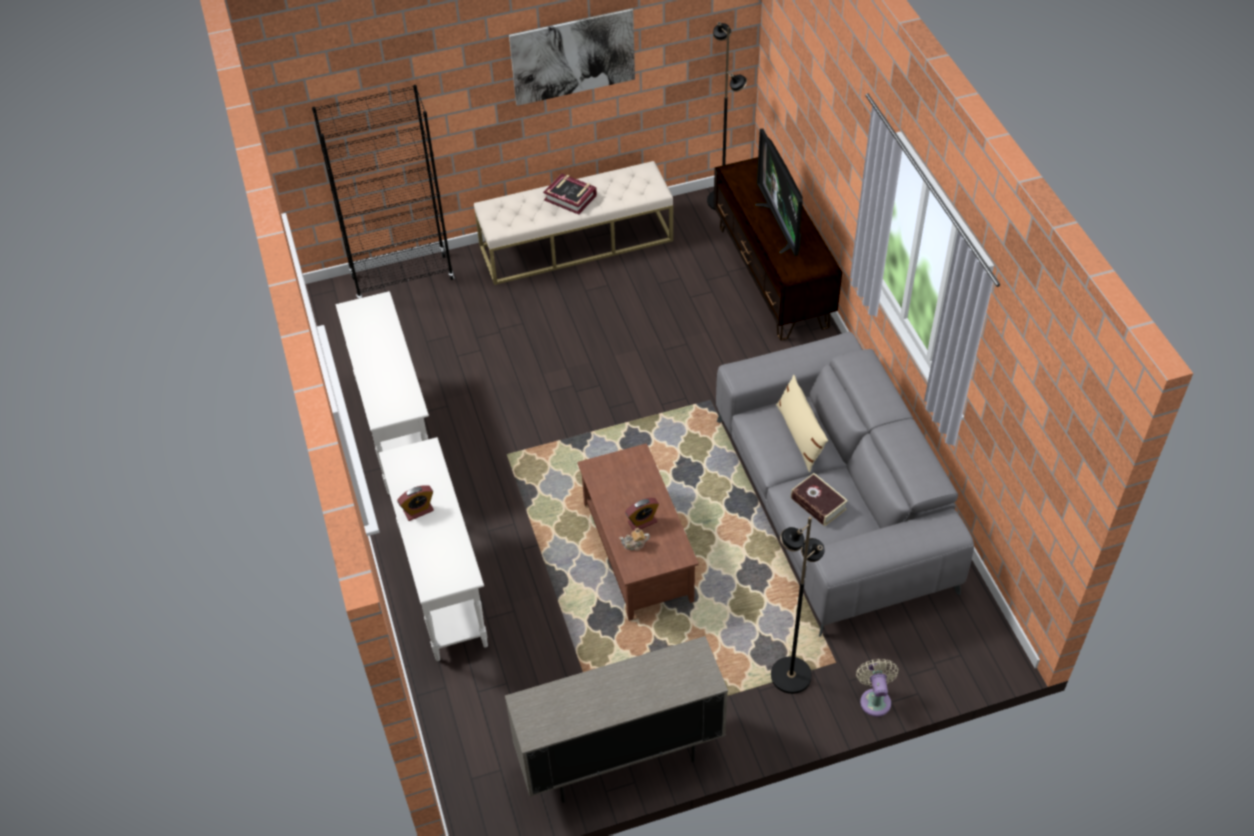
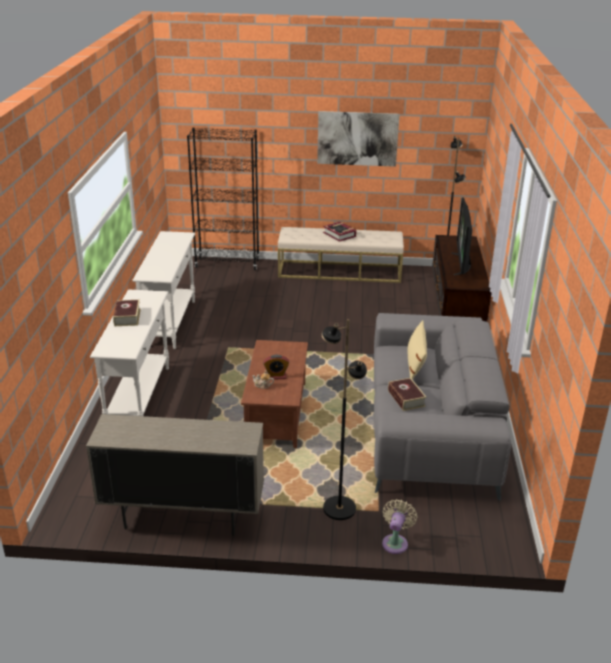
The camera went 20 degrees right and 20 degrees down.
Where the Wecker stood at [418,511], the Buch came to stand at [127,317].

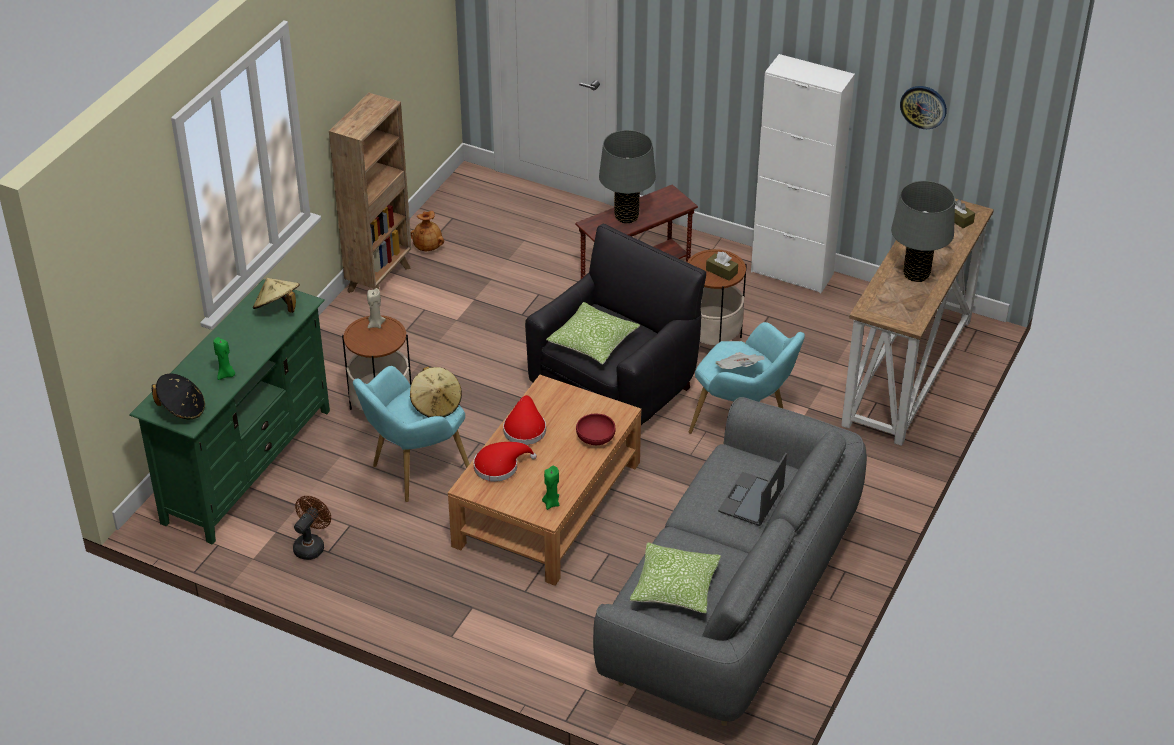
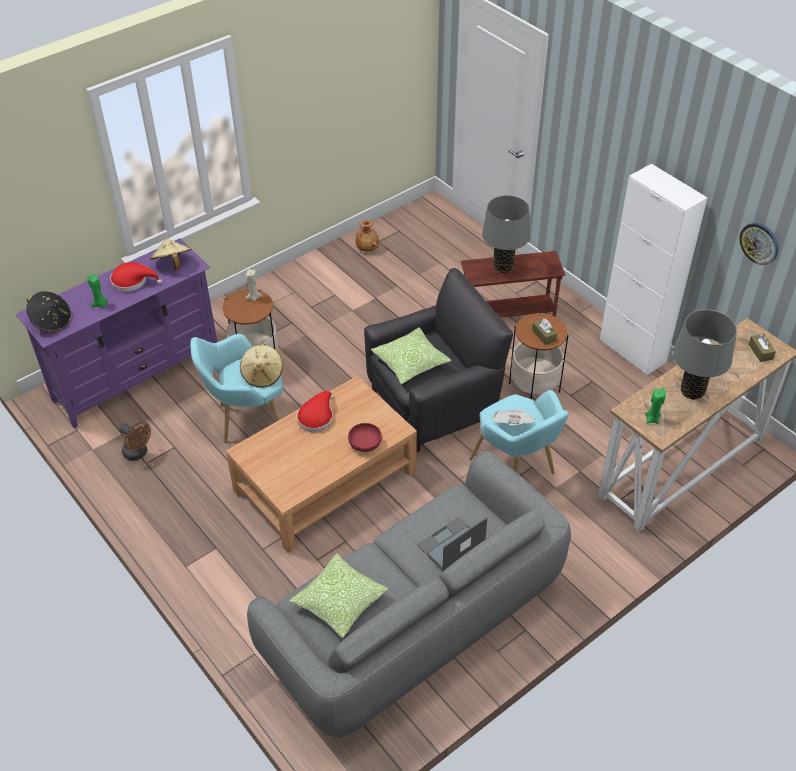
The camera went 25 degrees right and 5 degrees up.
The second view lost the Bücherregal [braun] at [380,278].
The Hut [rot] ended up elsewhere, having gone from [499,466] to [132,281].
The Kerze [grün] ended up elsewhere, having gone from [551,503] to [652,419].
What was the Fernsehschrank [grün] at [247,465] turned into the Fernsehschrank [lila] at [137,375].
The Ventilator [braun] at [311,545] ended up facing another way, 75 degrees clockwise from before.

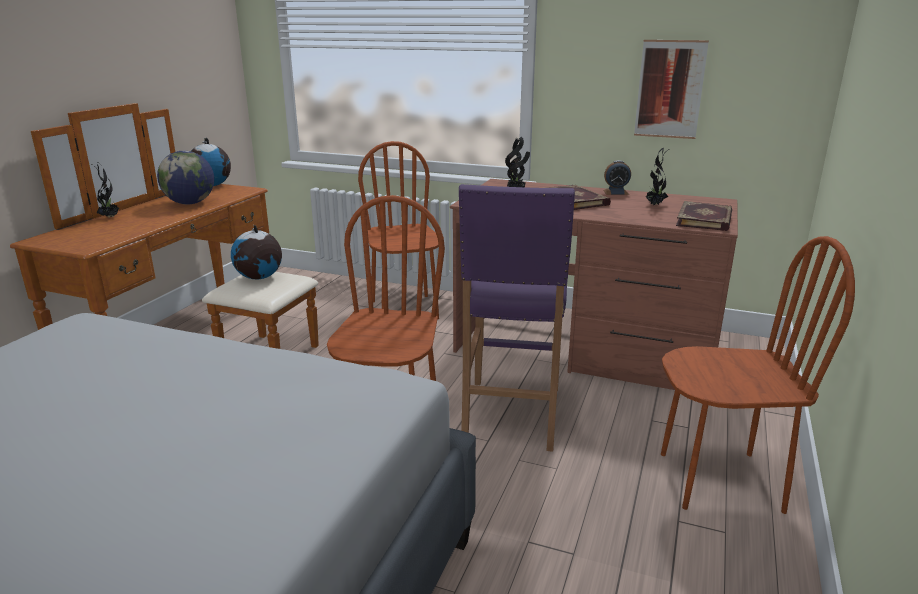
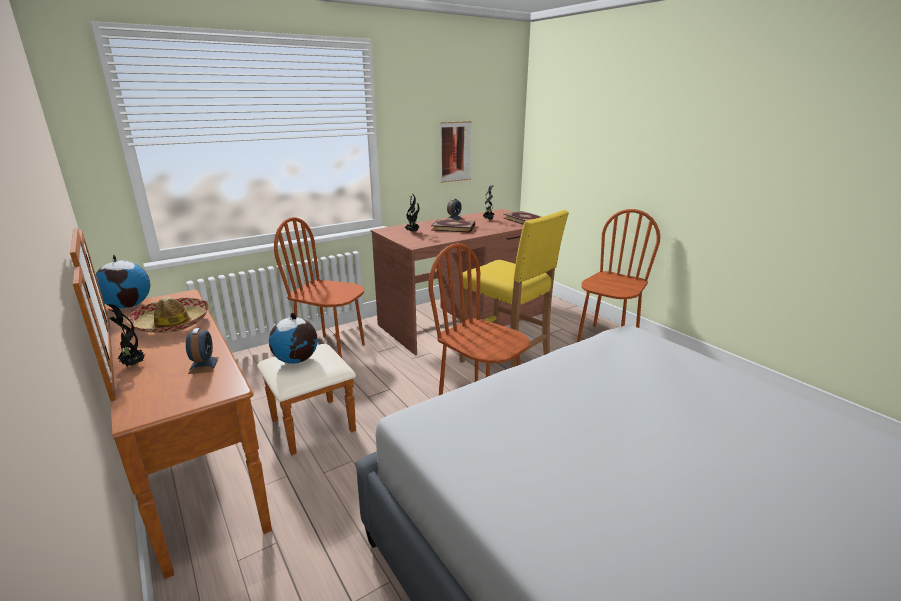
The camera went 55 degrees left and 0 degrees up.
The second view gained the Wecker at [203,365].
Where the Globus stood at [190,203], the Hut came to stand at [172,323].
What was the Hocker [lila] at [511,415] turned into the Hocker [gelb] at [506,364].

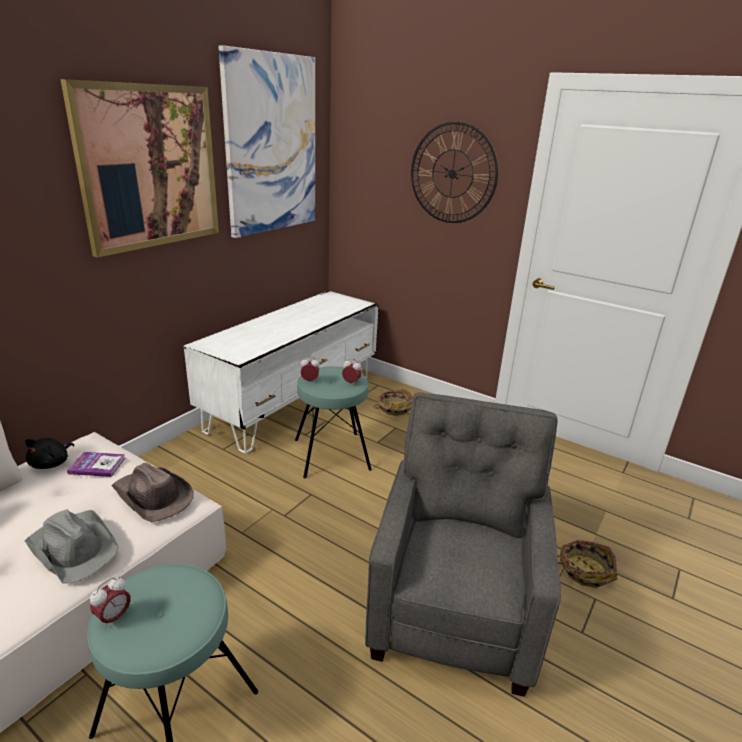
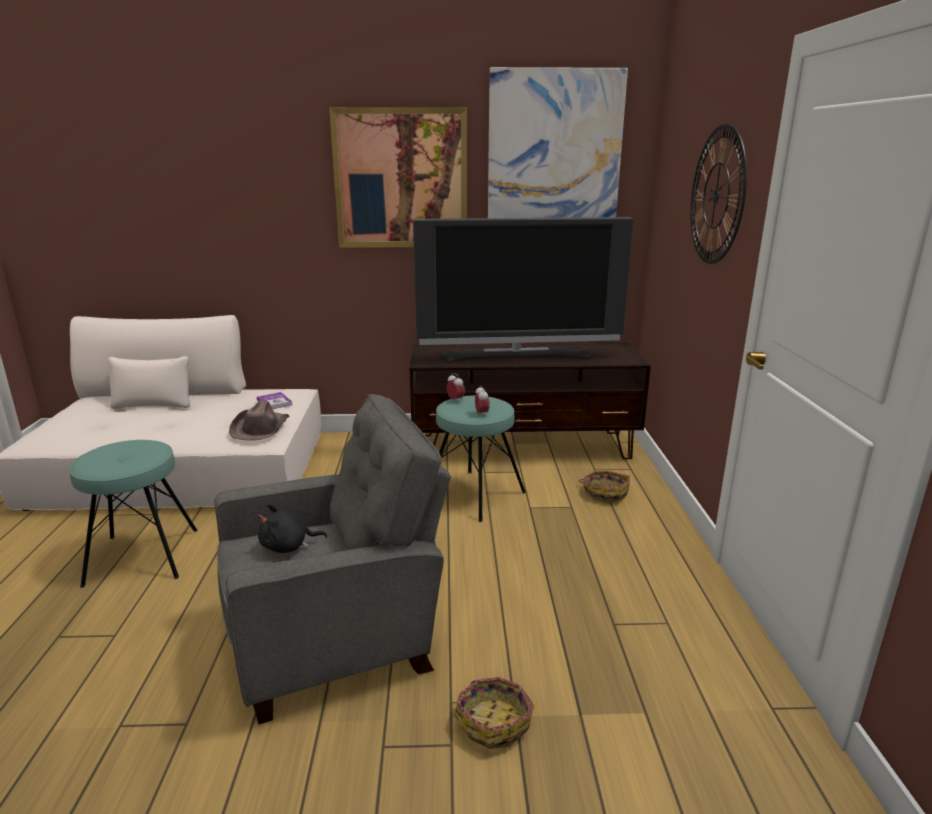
The camera went 55 degrees right and 5 degrees down.
The second view lost the Hut [grau] at [74,547].
The second view lost the Wecker at [114,617].
The second view gained the Fernseher at [518,355].
The Plüschtier [schwarz] ended up elsewhere, having gone from [52,463] to [288,546].
What was the Fernsehschrank [weiß] at [294,402] turned into the Fernsehschrank [braun] at [523,447].

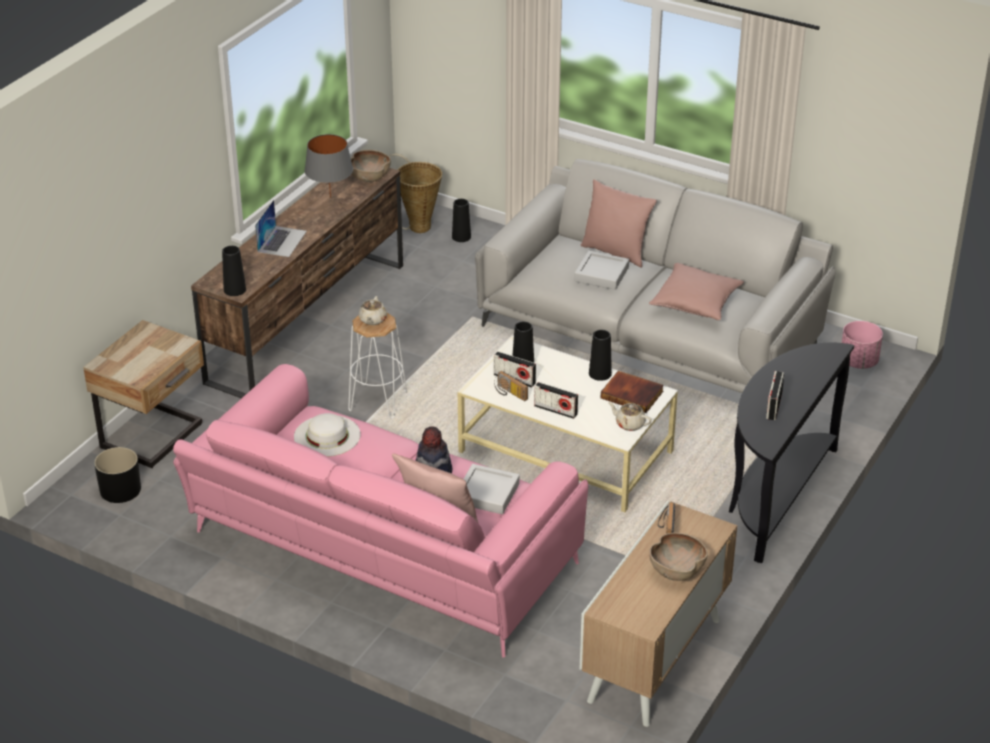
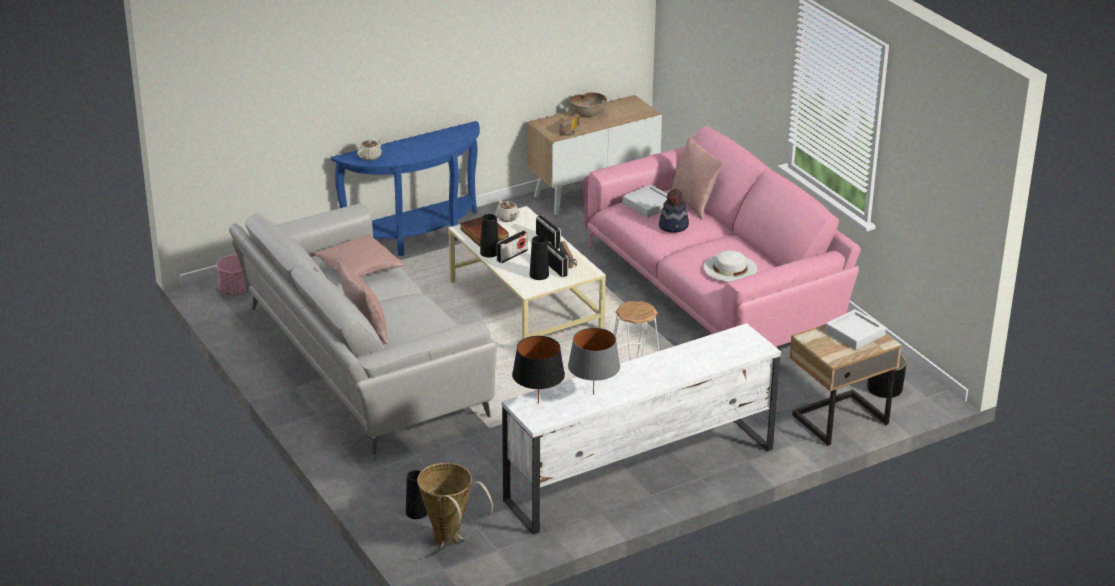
The camera went 150 degrees left and 5 degrees down.
The second view lost the Vase [schwarz] at [234,290].
The second view lost the Laptop at [282,241].
The Teekanne [beige] ended up elsewhere, having gone from [372,320] to [370,156].
The Tablett [grau] ended up elsewhere, having gone from [601,274] to [854,333].
The Radio ended up elsewhere, having gone from [774,406] to [512,255].
Where the Schüssel [braun] stood at [369,177], the Tischlampe [schwarz] came to stand at [538,403].
What was the Fernsehschrank [braun] at [308,322] turned into the Fernsehschrank [weiß] at [639,474].
What was the Konsolentisch [schwarz] at [775,496] turned into the Konsolentisch [blau] at [417,237].

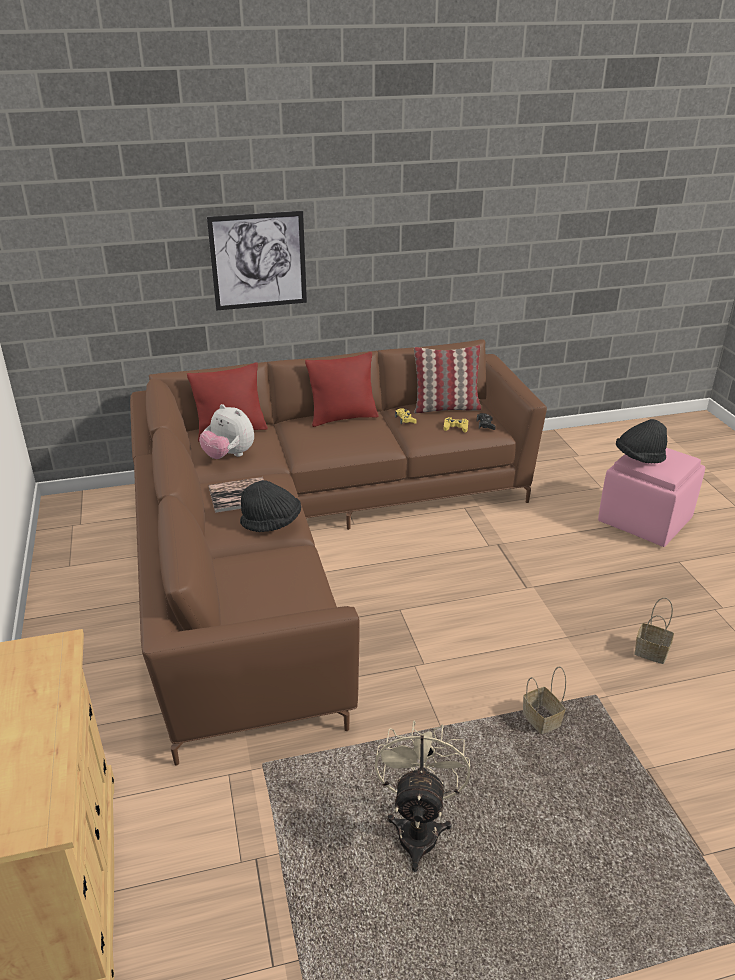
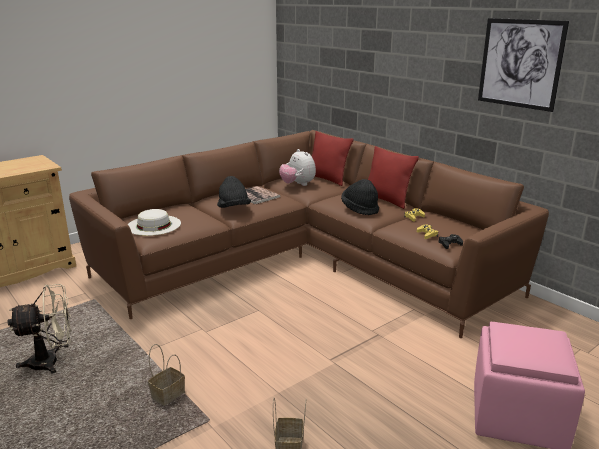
The camera went 65 degrees right and 10 degrees down.
The second view lost the Kissen at [446,408].
The second view gained the Hut [weiß] at [153,225].
The Bild ended up elsewhere, having gone from [258,261] to [520,63].
The Hut [schwarz] ended up elsewhere, having gone from [639,458] to [360,209].
The Plüschtier at [229,456] ended up facing another way, 45 degrees counterclockwise from before.

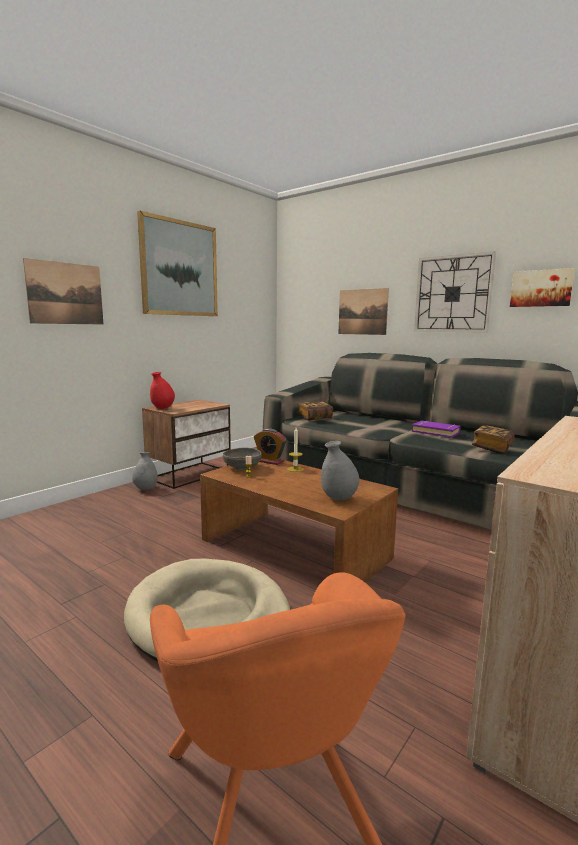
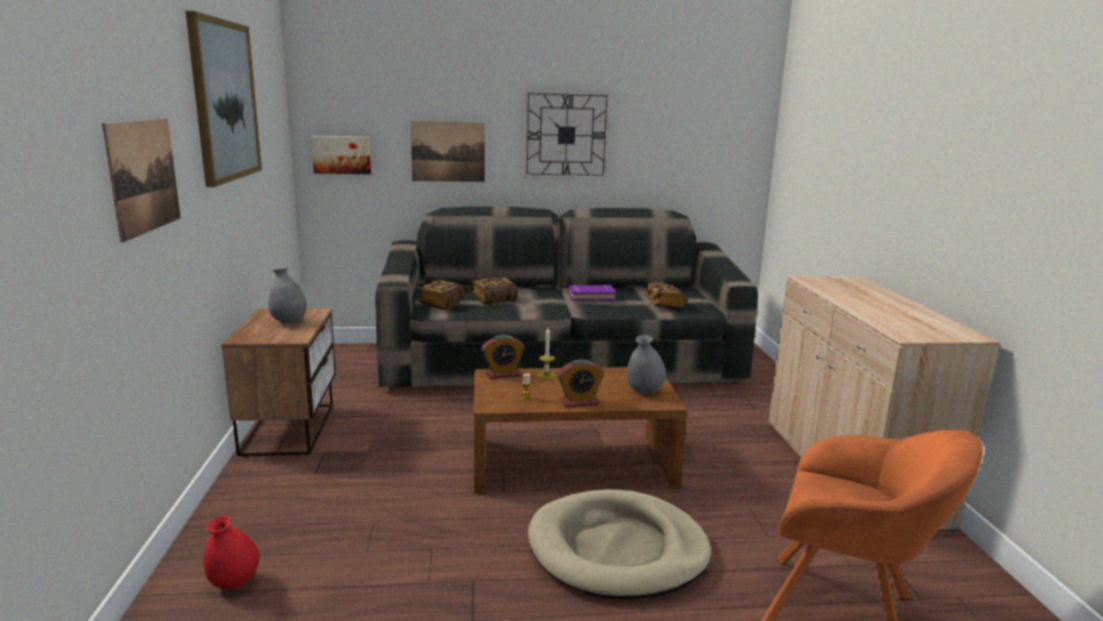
The camera went 45 degrees left and 5 degrees up.
The second view lost the Schüssel [grau] at [242,467].
The second view gained the Buch at [494,299].
The second view gained the Wecker at [579,402].
The Vase [grau] ended up elsewhere, having gone from [146,489] to [289,322].
The Vase [rot] ended up elsewhere, having gone from [162,408] to [234,583].
The Bild ended up elsewhere, having gone from [541,288] to [342,155].

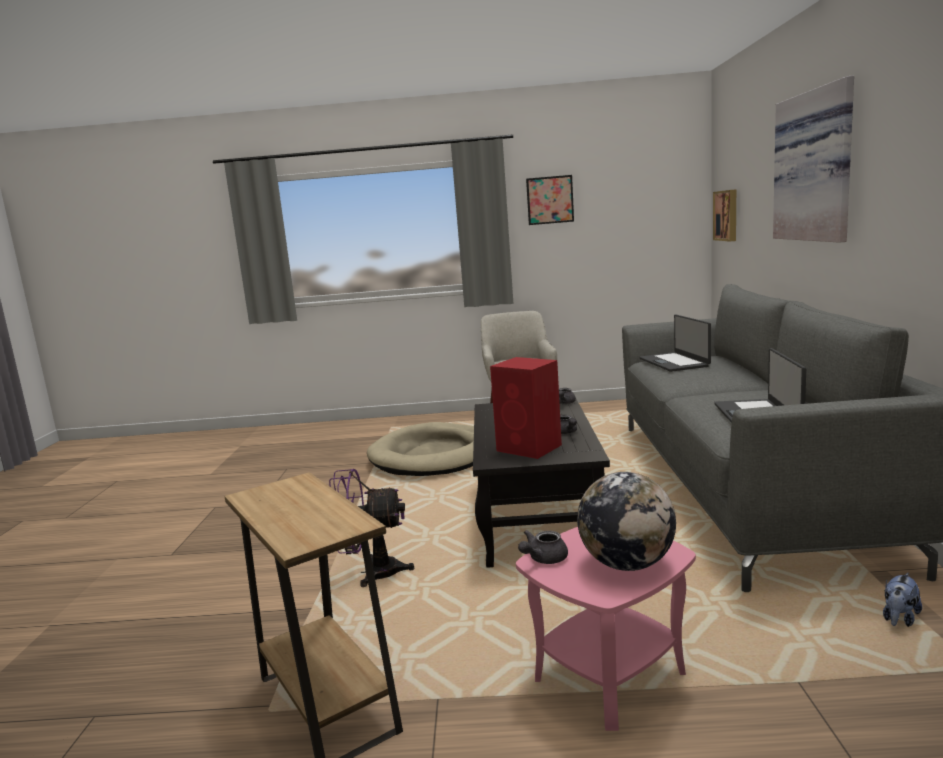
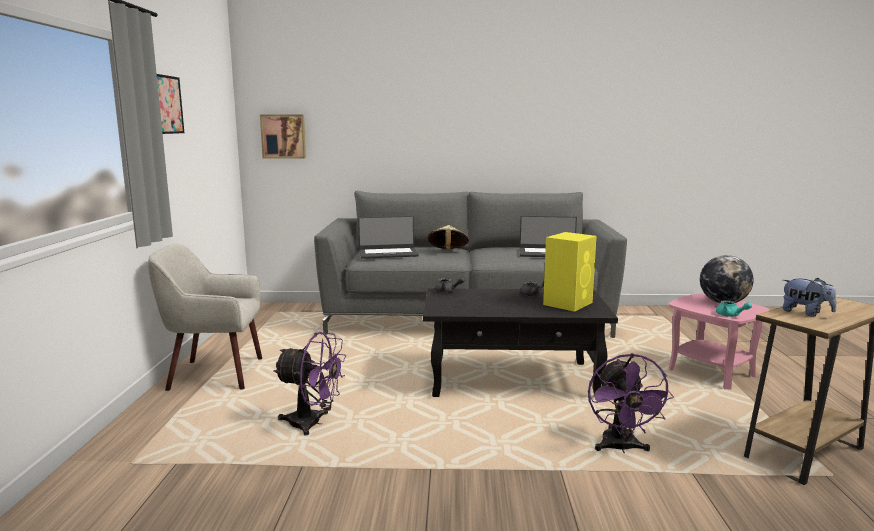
The camera went 90 degrees left and 0 degrees up.
The second view lost the Bild at [817,166].
The second view gained the Hut [beige] at [447,252].
The Plüschtier ended up elsewhere, having gone from [899,619] to [805,313].
Where the Hundebett [beige] stood at [436,455], the Ventilator [lila] came to stand at [313,424].
What was the Lautsprecher [rot] at [530,448] turned into the Lautsprecher [gelb] at [568,303].
What was the Teekanne [grau] at [543,559] turned into the Teekanne [türkis] at [730,315].

